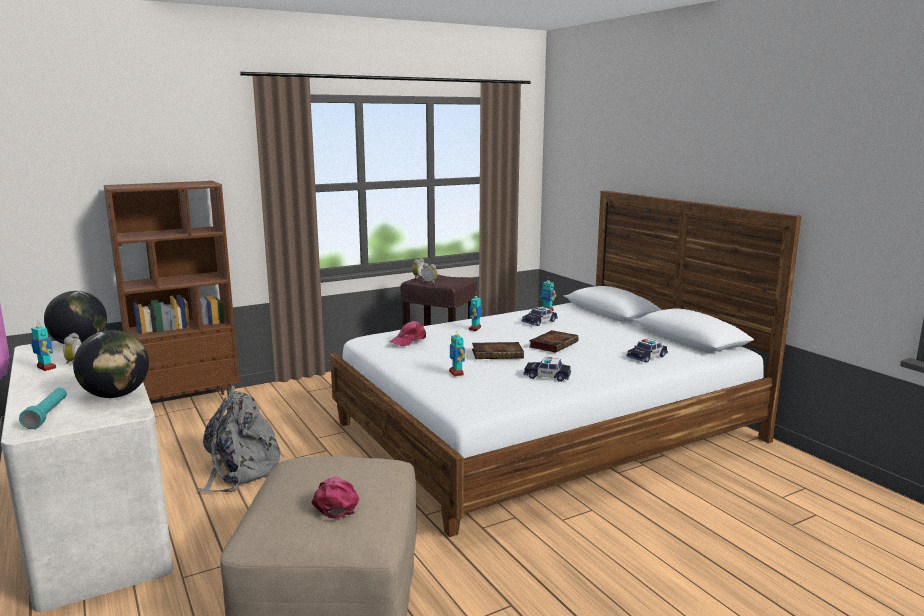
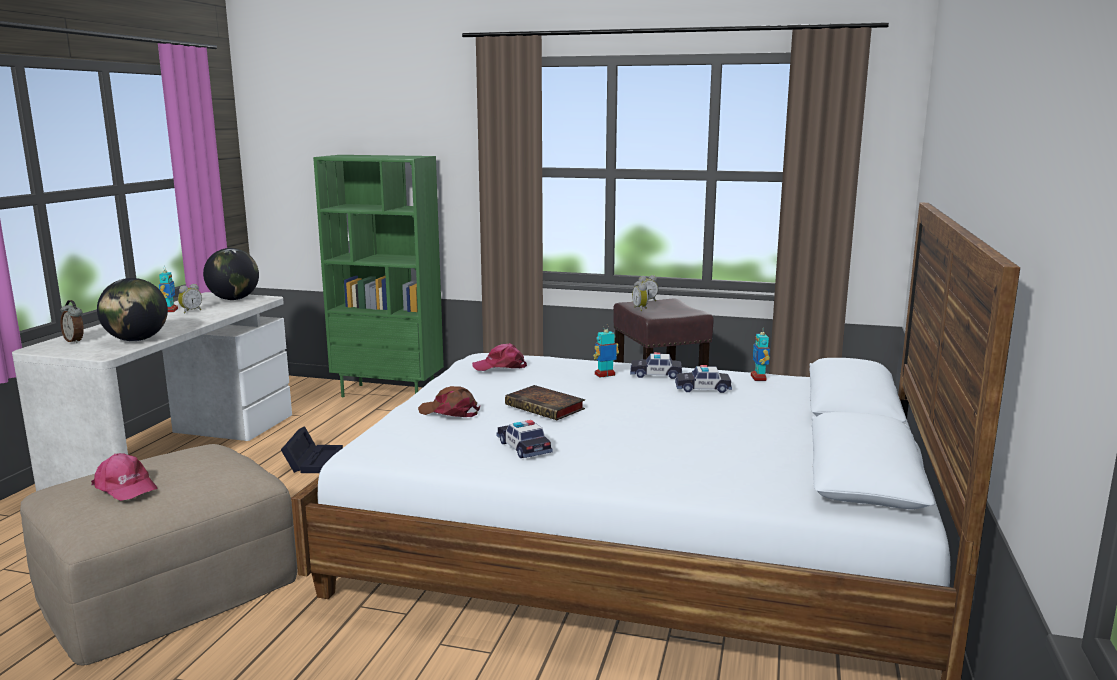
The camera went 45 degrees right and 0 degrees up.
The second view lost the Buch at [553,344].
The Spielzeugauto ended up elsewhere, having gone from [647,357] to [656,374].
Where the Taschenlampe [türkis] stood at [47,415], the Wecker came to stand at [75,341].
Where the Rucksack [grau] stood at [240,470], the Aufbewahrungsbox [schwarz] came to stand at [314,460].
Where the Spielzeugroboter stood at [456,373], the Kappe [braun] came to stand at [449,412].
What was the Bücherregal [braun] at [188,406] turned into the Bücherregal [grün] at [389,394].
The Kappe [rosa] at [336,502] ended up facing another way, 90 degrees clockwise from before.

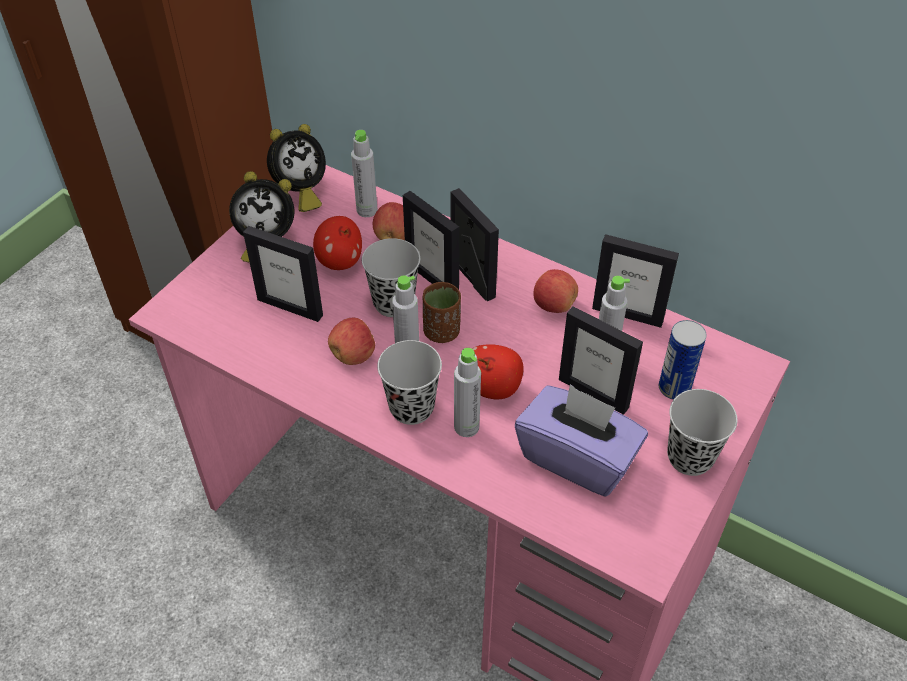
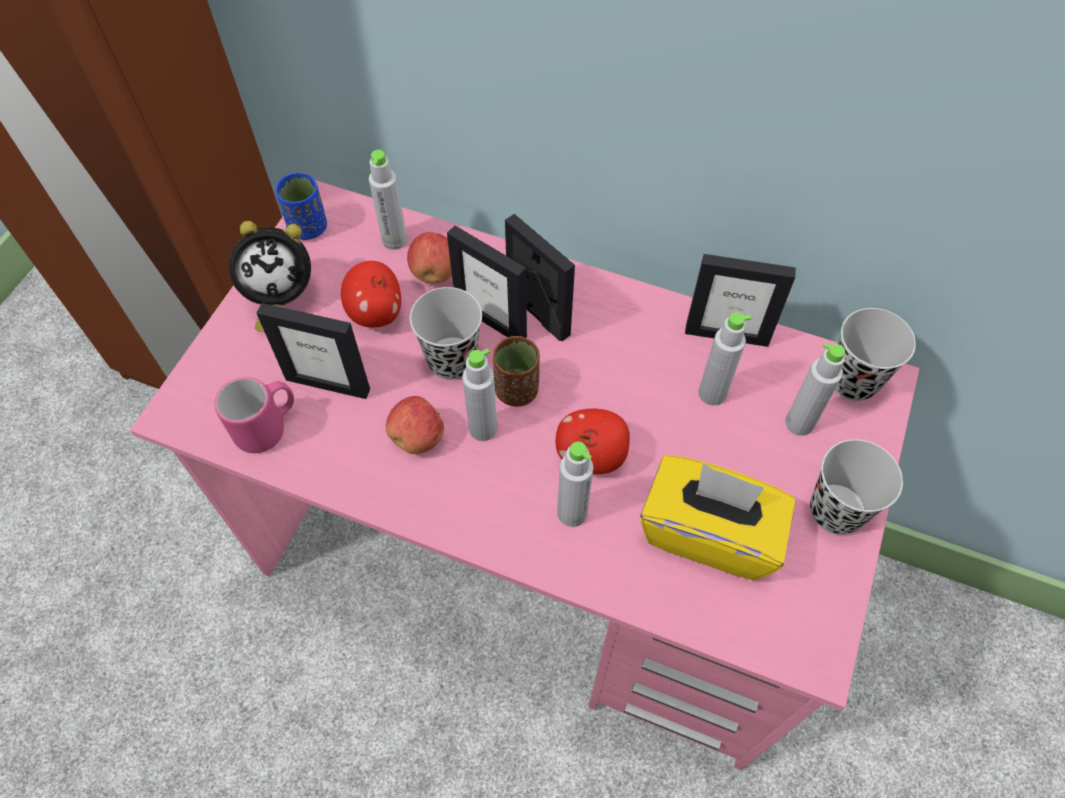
The camera went 10 degrees left and 10 degrees up.
The second view lost the Apfel at [553,305].
The second view lost the Bilderrahmen at [593,393].
The second view gained the Henkelbecher [rosa] at [268,427].
The Tasse [schwarz] ended up elsewhere, having gone from [411,407] to [853,381].
Where the Wecker stood at [299,193], the Tasse [blau] came to stand at [308,228].
Where the Dose stood at [674,388], the Flasche [grau] came to stand at [799,423].
What was the Taschentuchbox [lila] at [577,457] turned into the Taschentuchbox [gelb] at [709,532].

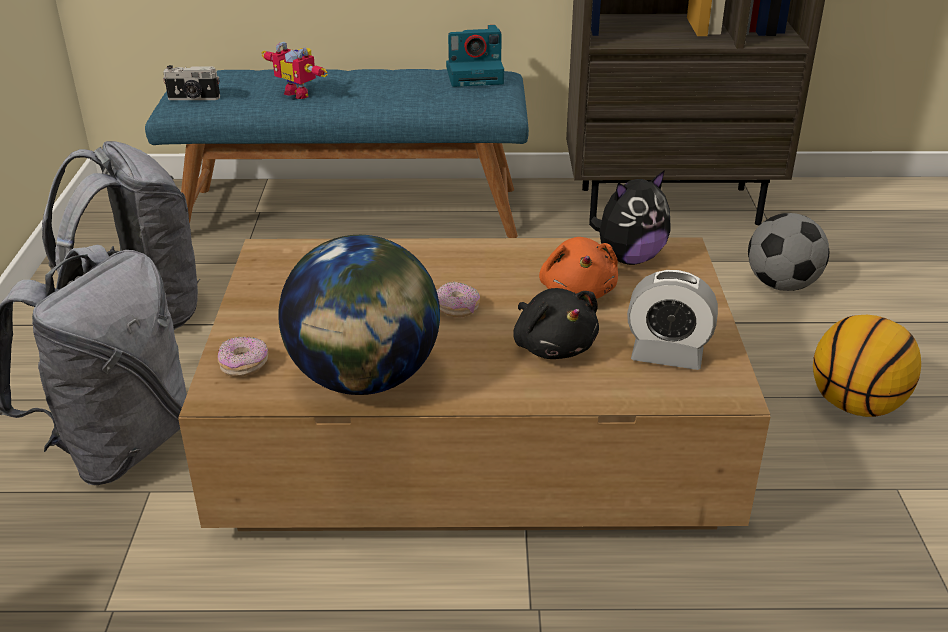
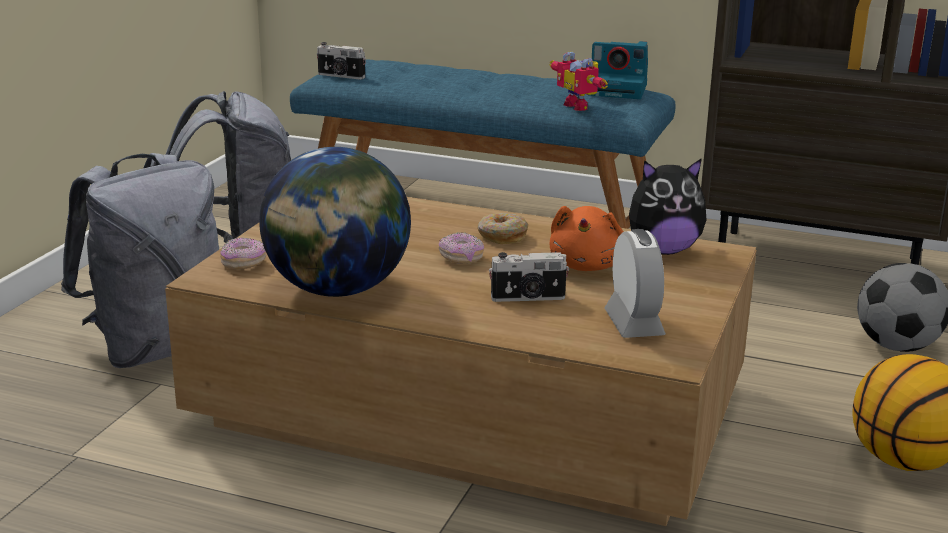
The camera went 20 degrees right and 10 degrees down.
The second view gained the Donut at [501,236].
The Spielzeugroboter ended up elsewhere, having gone from [300,93] to [580,106].
Where the Plüschtier [schwarz] stood at [553,346], the Kamera came to stand at [528,298].
The Wecker at [667,355] ended up facing another way, 135 degrees counterclockwise from before.

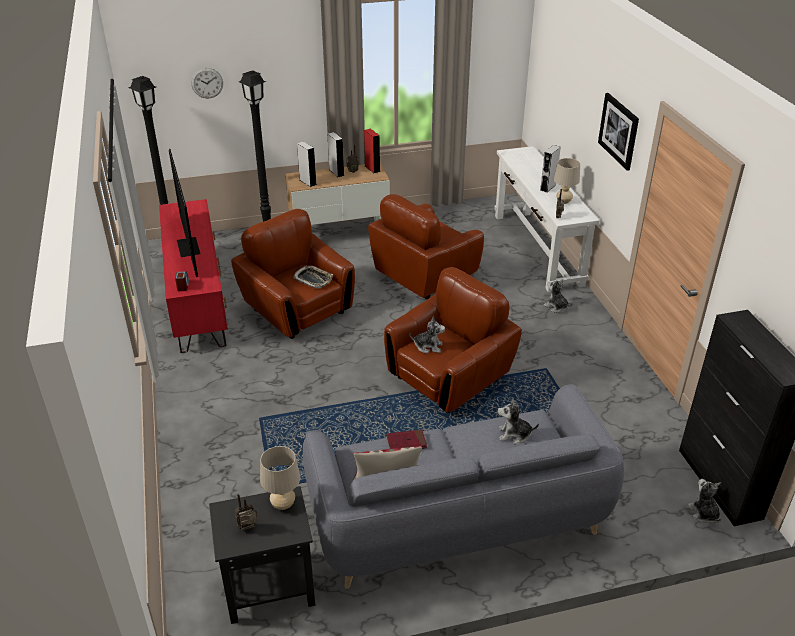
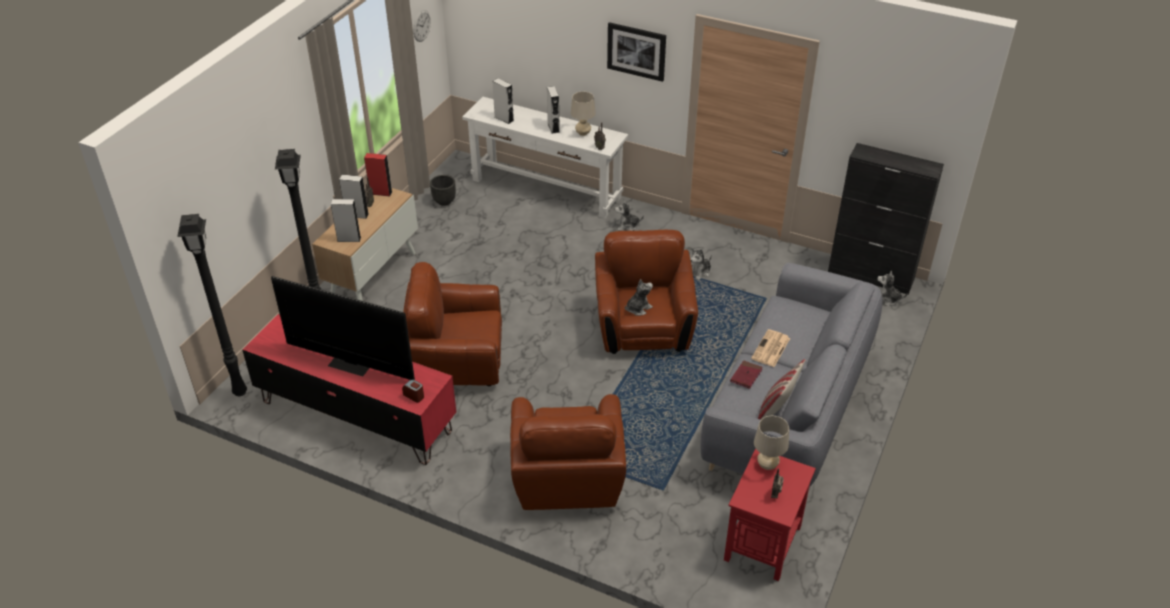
The camera went 50 degrees left and 5 degrees up.
The second view lost the Tablett at [313,279].
The second view gained the Pflanzkübel [schwarz] at [444,201].
The second view gained the Lautsprecher [grau] at [504,118].
The second view gained the Zeitung at [770,349].
The Wanduhr ended up elsewhere, having gone from [207,83] to [421,25].
The Sessel [braun] ended up elsewhere, having gone from [425,275] to [567,477].
The Plüschtier ended up elsewhere, having gone from [514,435] to [700,272].
What was the Beistelltisch [schwarz] at [268,588] turned into the Beistelltisch [rot] at [762,543].

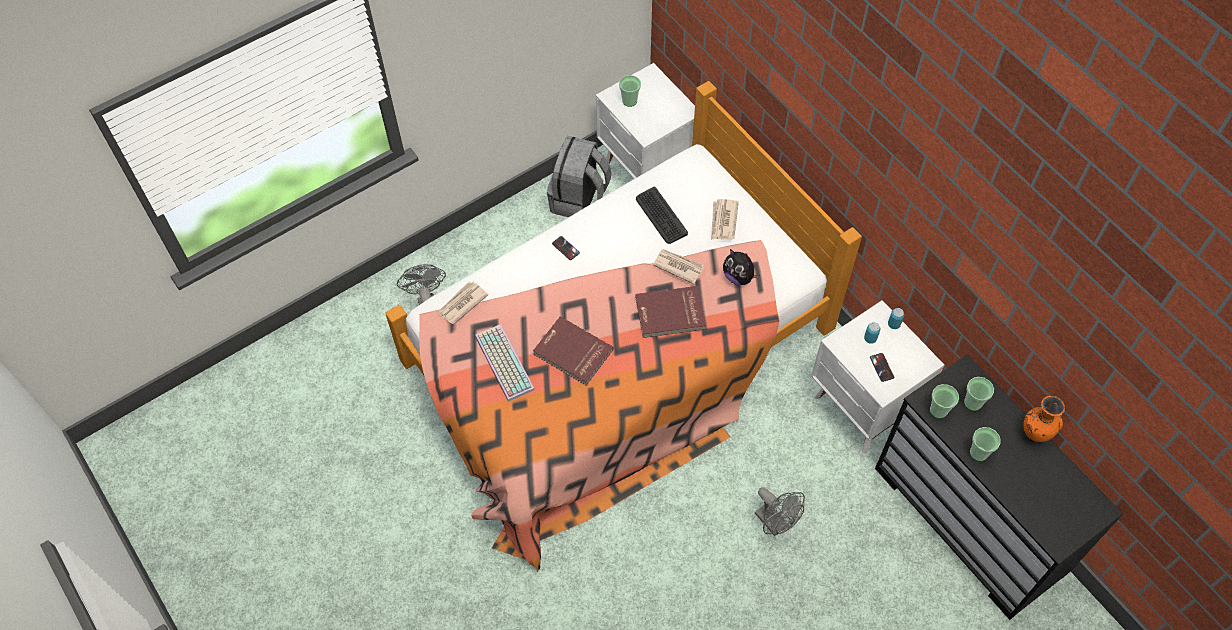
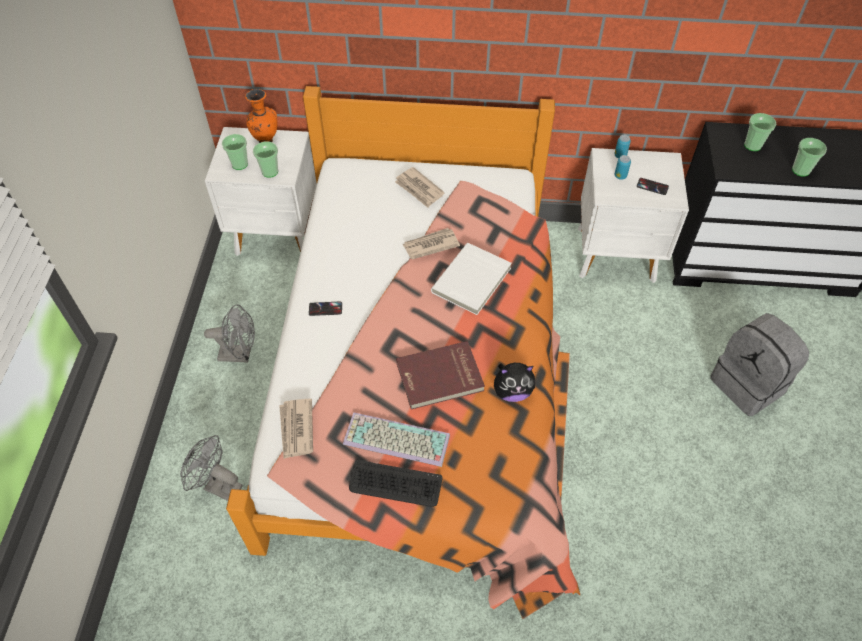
The camera went 50 degrees left and 5 degrees down.
The Rucksack [grau] ended up elsewhere, having gone from [579,200] to [749,384].
The Tastatur ended up elsewhere, having gone from [661,216] to [395,484].
The Plüschtier ended up elsewhere, having gone from [738,277] to [512,391].
The Ventilator [grau] ended up elsewhere, having gone from [775,523] to [240,354].
The Tasse ended up elsewhere, having gone from [938,410] to [270,172].
The Vase [orange] ended up elsewhere, having gone from [1034,434] to [265,141].
What was the Buch [rot] at [670,314] turned into the Buch [weiß] at [473,281].

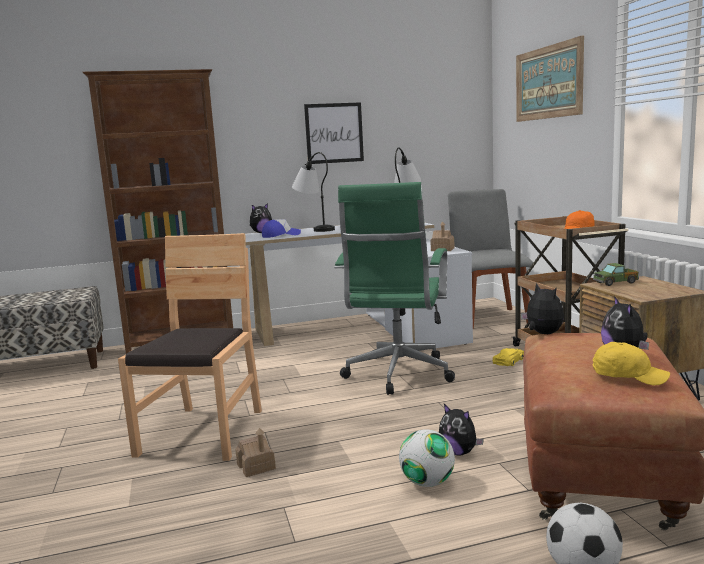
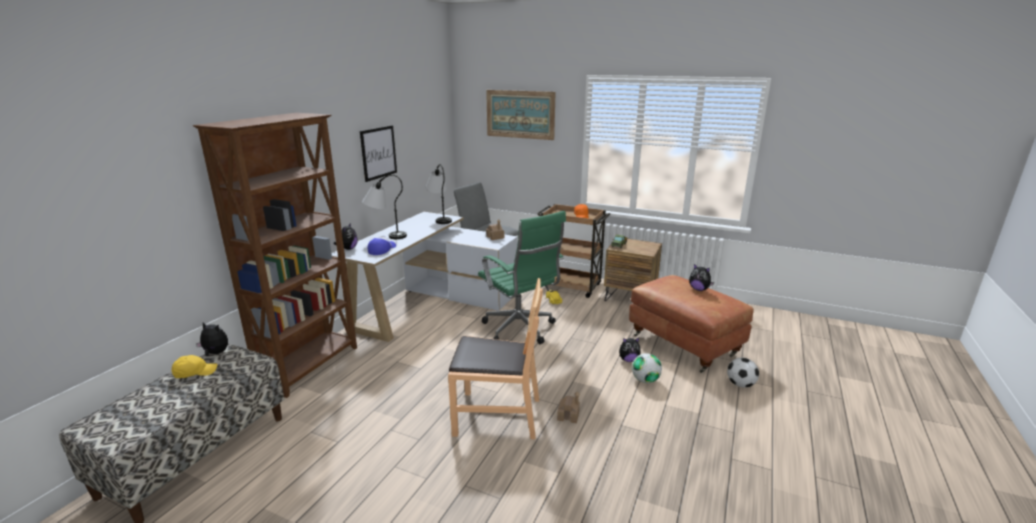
The camera went 50 degrees left and 10 degrees up.
The Plüschtier ended up elsewhere, having gone from [542,334] to [215,353].
The Kappe [gelb] ended up elsewhere, having gone from [628,376] to [195,372].
The Stuhl [braun] at [203,432] ended up facing another way, 135 degrees clockwise from before.

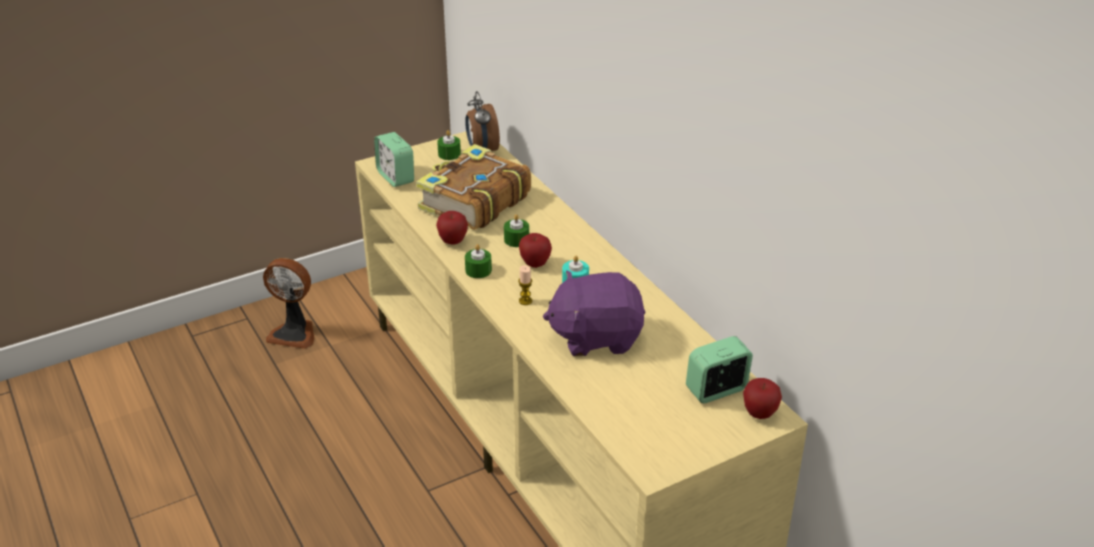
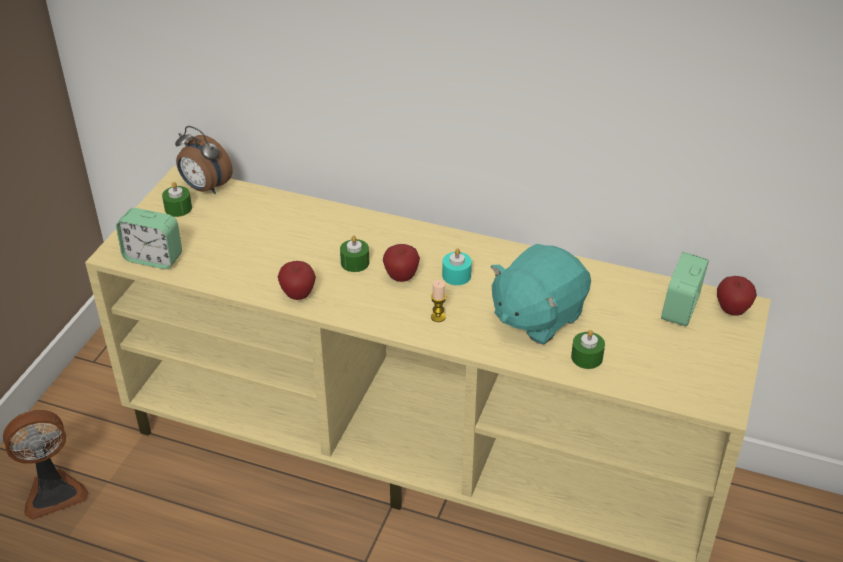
The camera went 40 degrees left and 5 degrees up.
The second view lost the Buch at [473,202].
The Kerze [grün] ended up elsewhere, having gone from [478,270] to [586,357].
What was the Plüschtier [lila] at [596,336] turned into the Plüschtier [türkis] at [536,316].

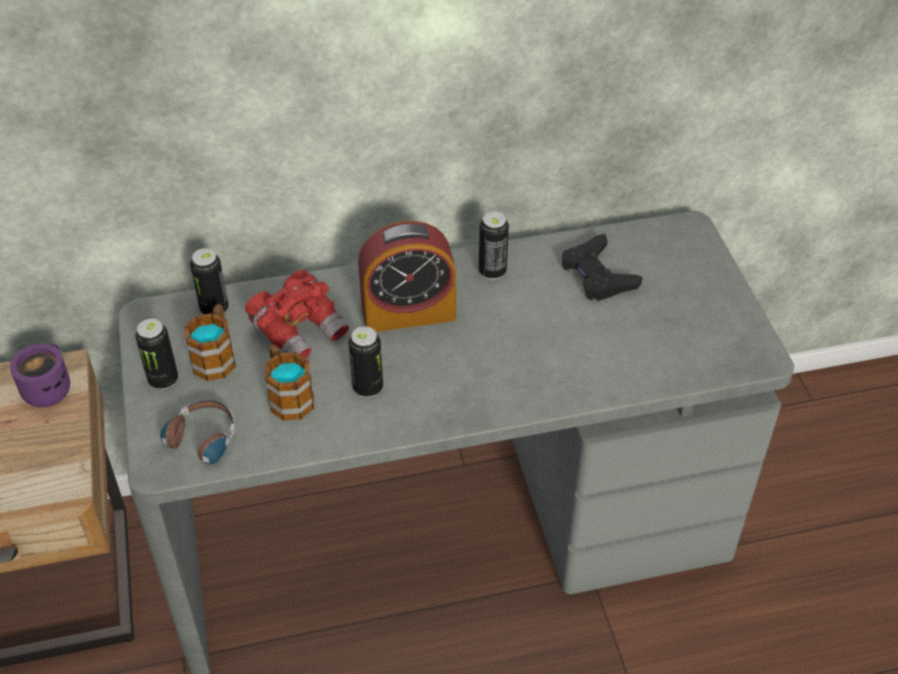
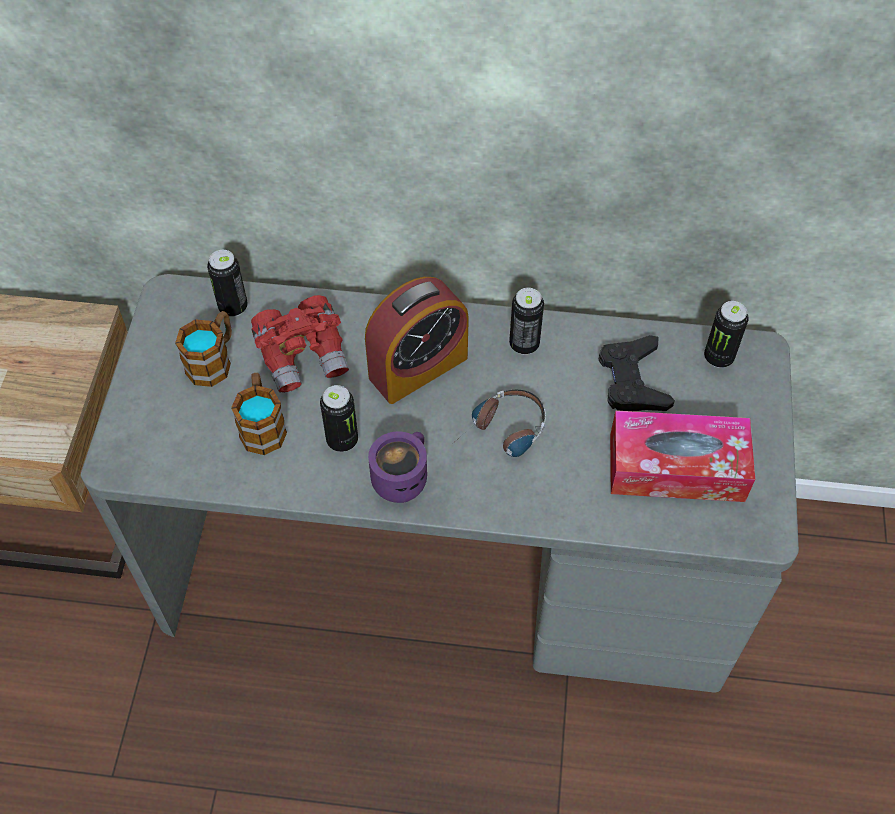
The camera went 20 degrees right and 10 degrees up.
The second view gained the Taschentuchbox at [676,467].
The Henkelbecher [lila] ended up elsewhere, having gone from [47,388] to [400,476].
The Dose ended up elsewhere, having gone from [163,380] to [718,357].
The Kopfhörer ended up elsewhere, having gone from [196,448] to [502,435].
The Wecker at [408,313] ended up facing another way, 45 degrees counterclockwise from before.

